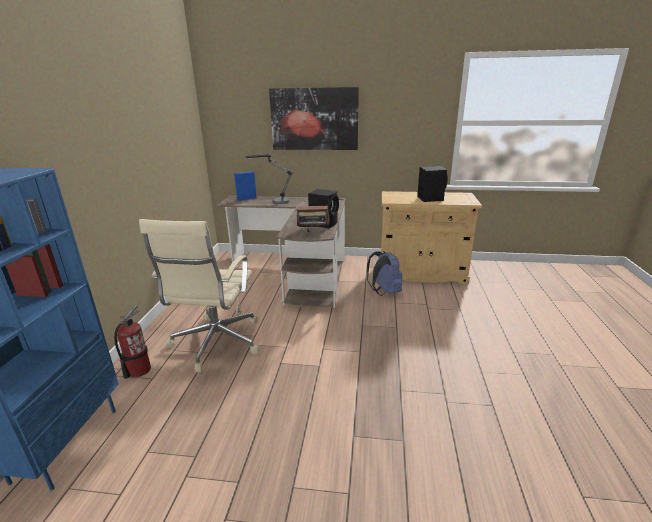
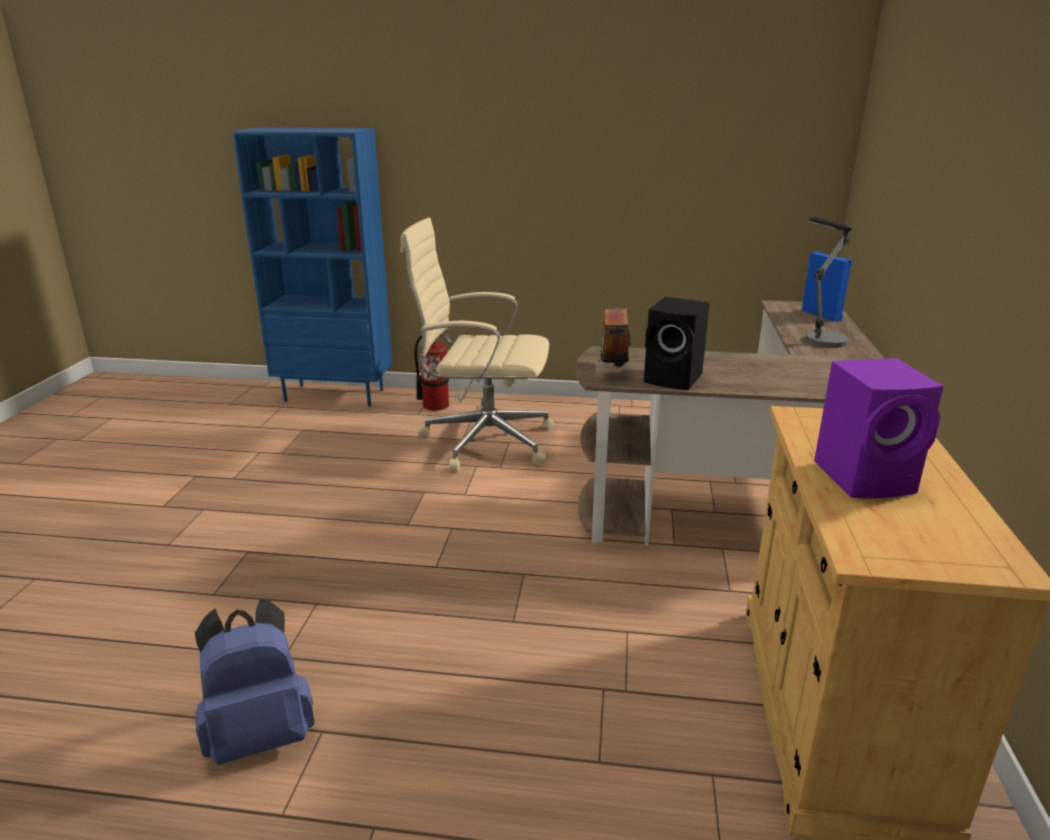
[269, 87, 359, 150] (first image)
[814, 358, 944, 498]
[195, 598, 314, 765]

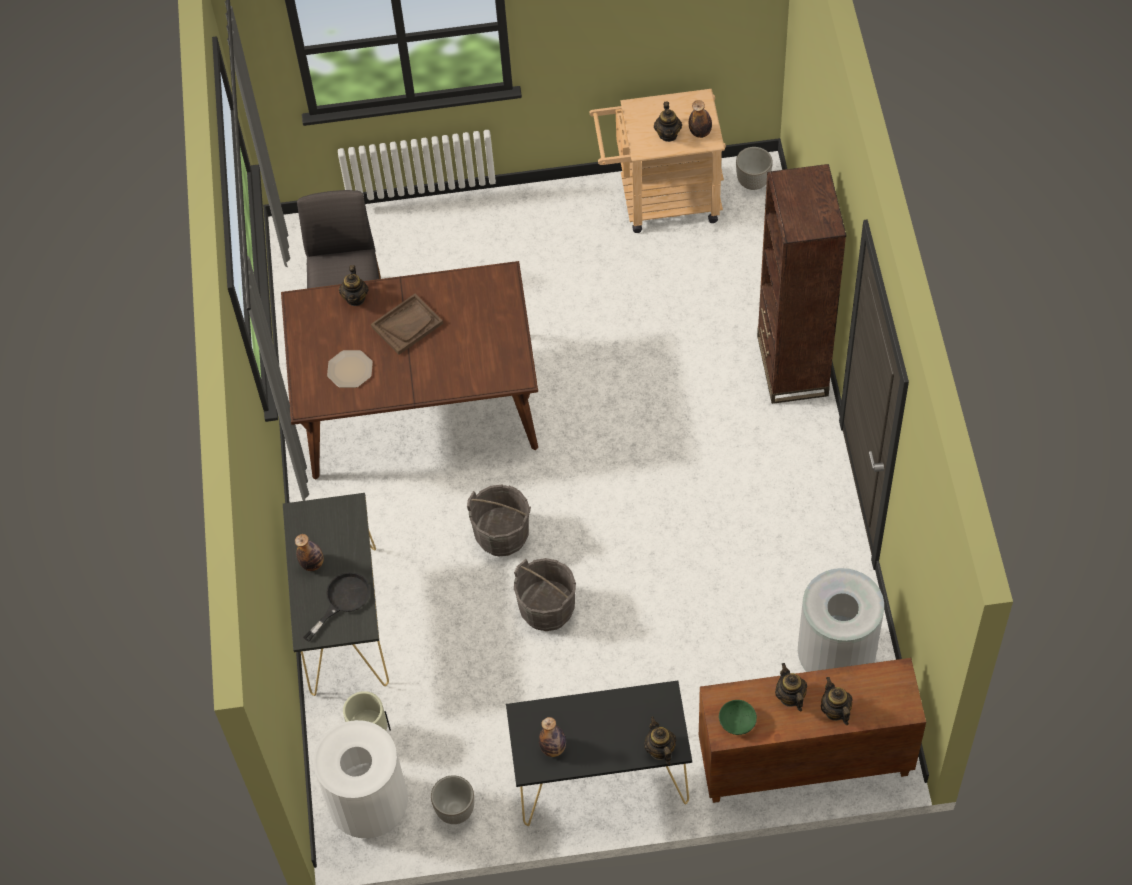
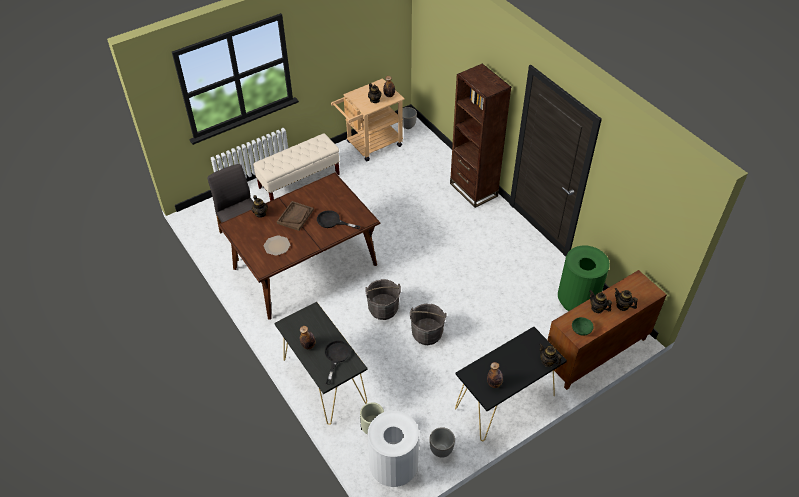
[558, 246, 610, 311]
[253, 133, 340, 201]
[317, 210, 360, 229]

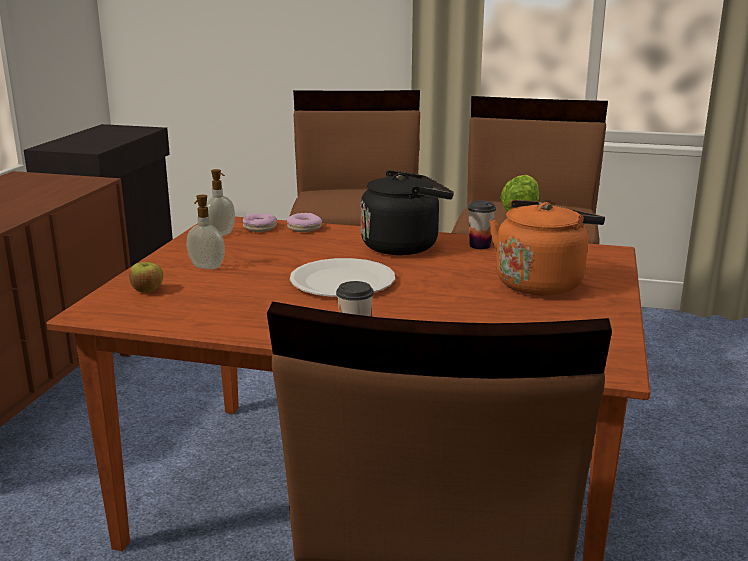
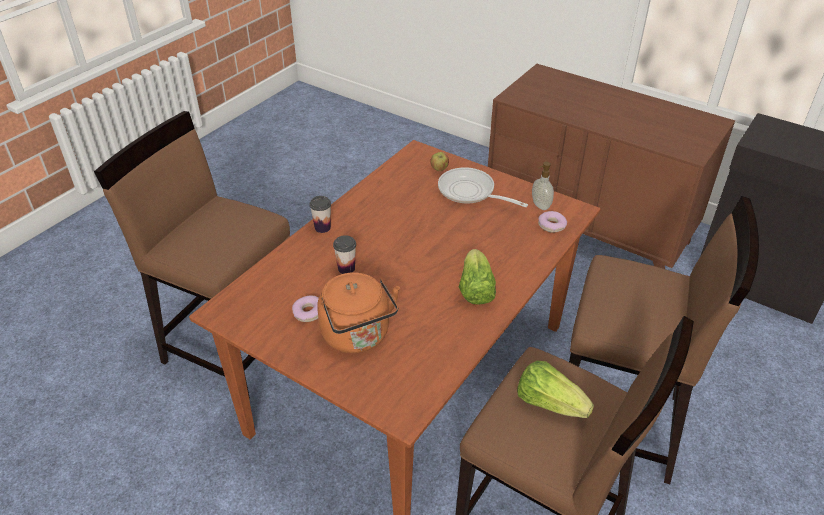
[459, 249, 496, 305]
[438, 167, 528, 207]
[333, 235, 356, 274]
[292, 296, 319, 322]
[290, 258, 395, 297] (first image)

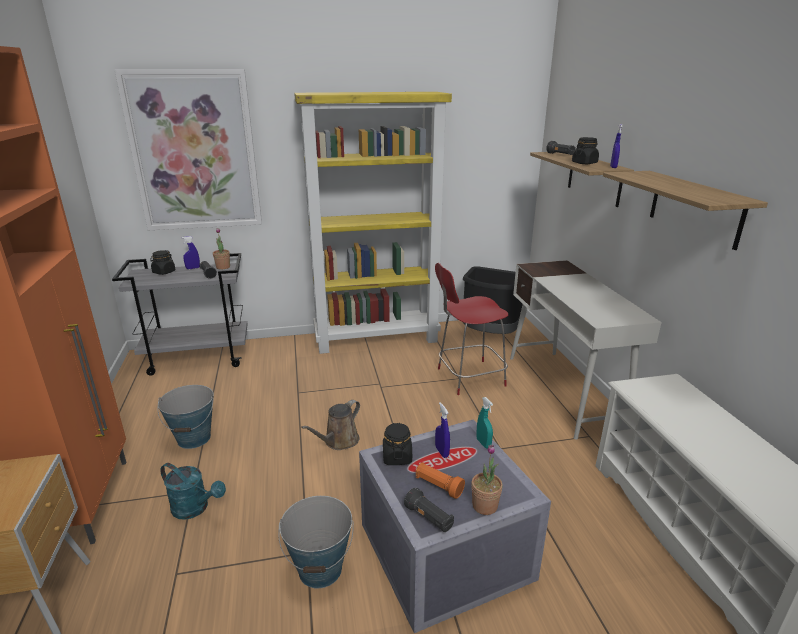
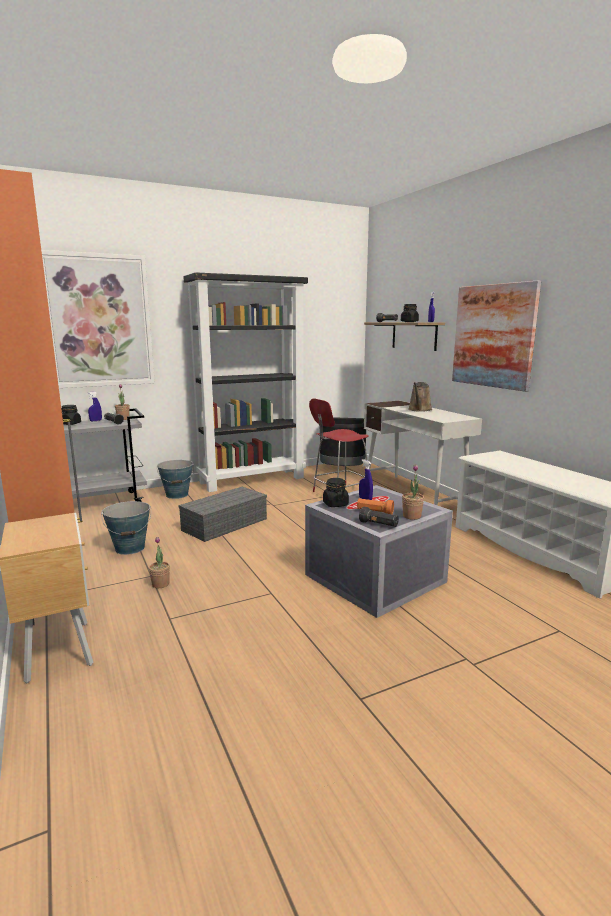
[183, 272, 308, 492]
[452, 281, 541, 392]
[476, 397, 493, 449] (first image)
[408, 382, 433, 412]
[149, 537, 170, 588]
[157, 460, 194, 499]
[179, 487, 267, 542]

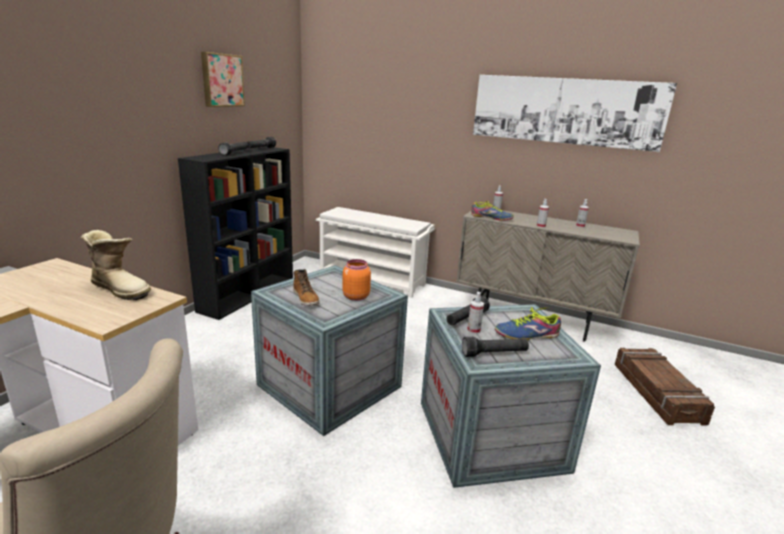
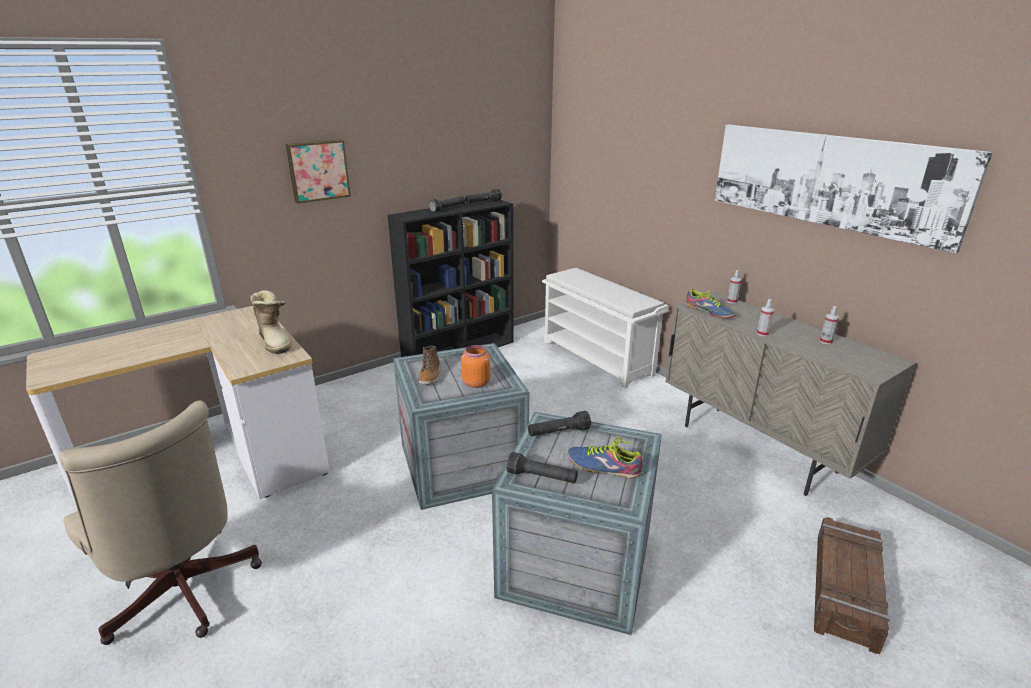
[286, 140, 351, 204]
[467, 292, 484, 334] (first image)

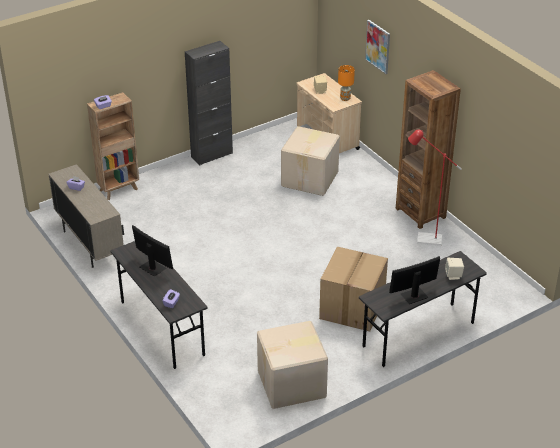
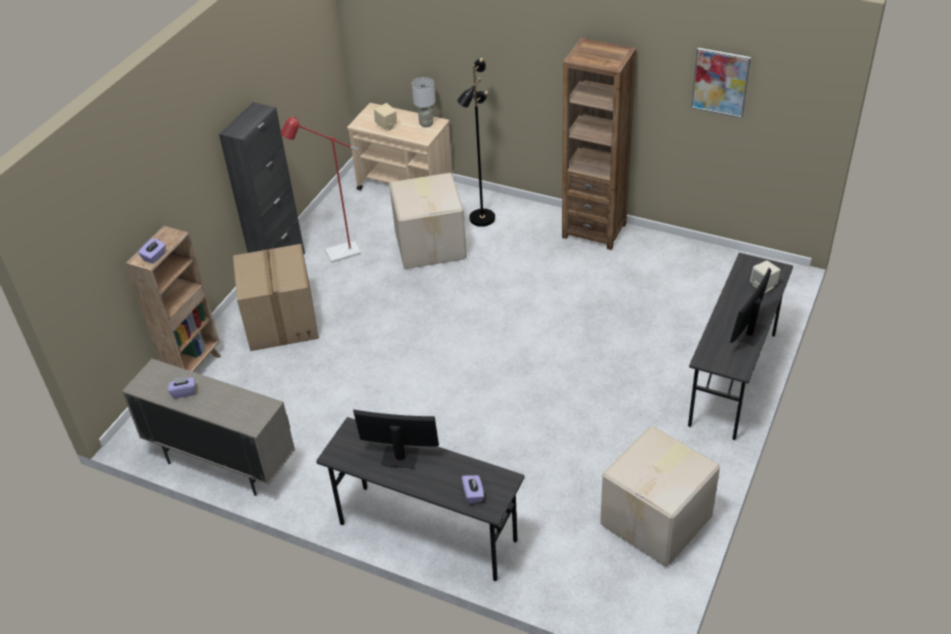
[691, 48, 751, 118]
[412, 77, 436, 127]
[281, 116, 361, 263]
[233, 244, 319, 351]
[457, 58, 495, 227]

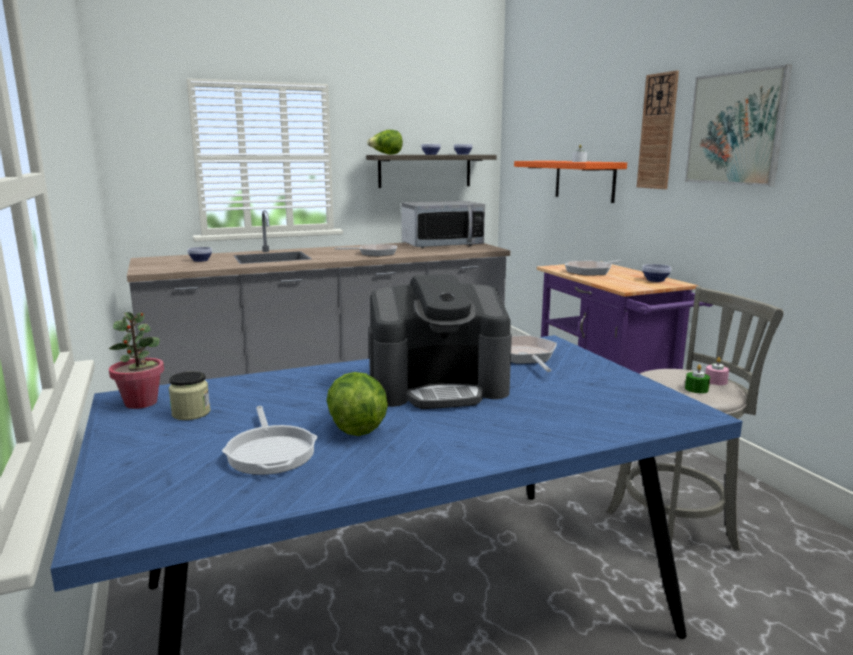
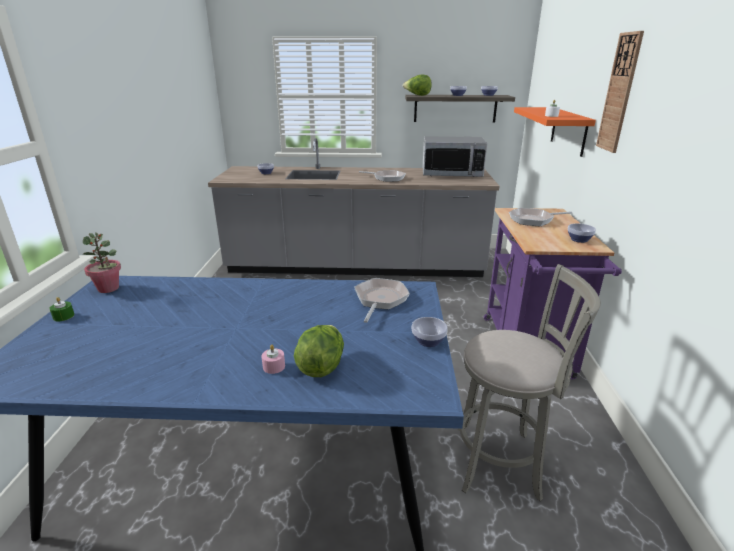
[685, 64, 792, 186] (first image)
[369, 274, 512, 409] (first image)
[261, 345, 285, 374]
[49, 297, 75, 321]
[169, 371, 210, 420] (first image)
[294, 325, 344, 377]
[222, 406, 317, 475] (first image)
[412, 317, 448, 347]

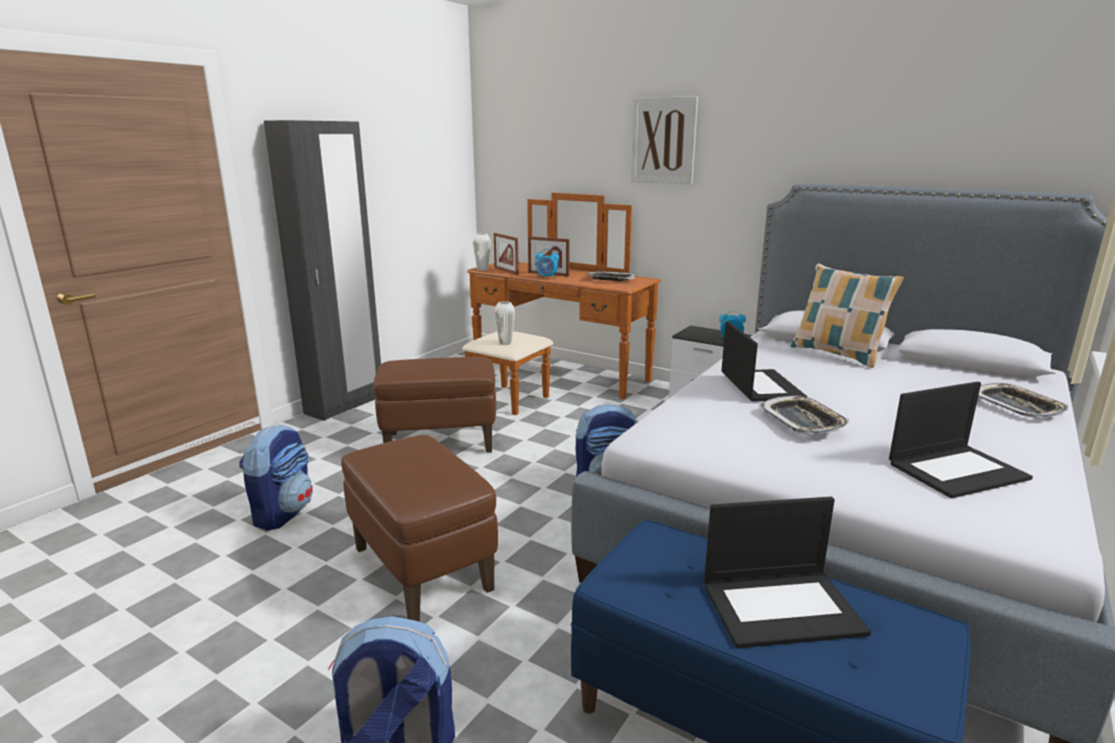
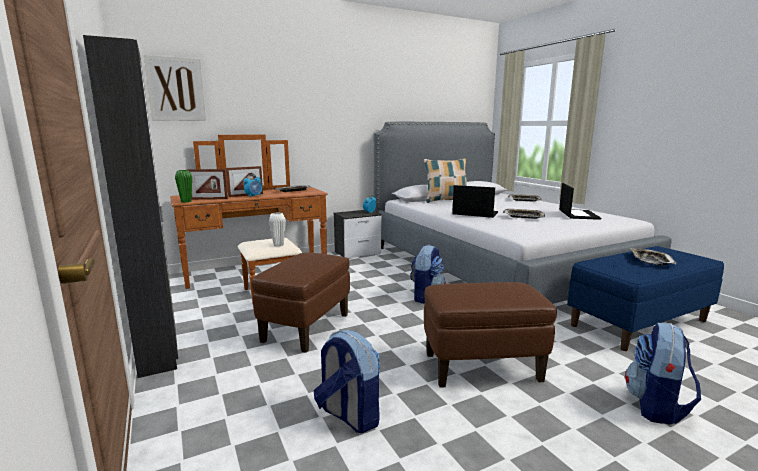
[144, 55, 206, 121]
[175, 170, 192, 203]
[630, 248, 676, 265]

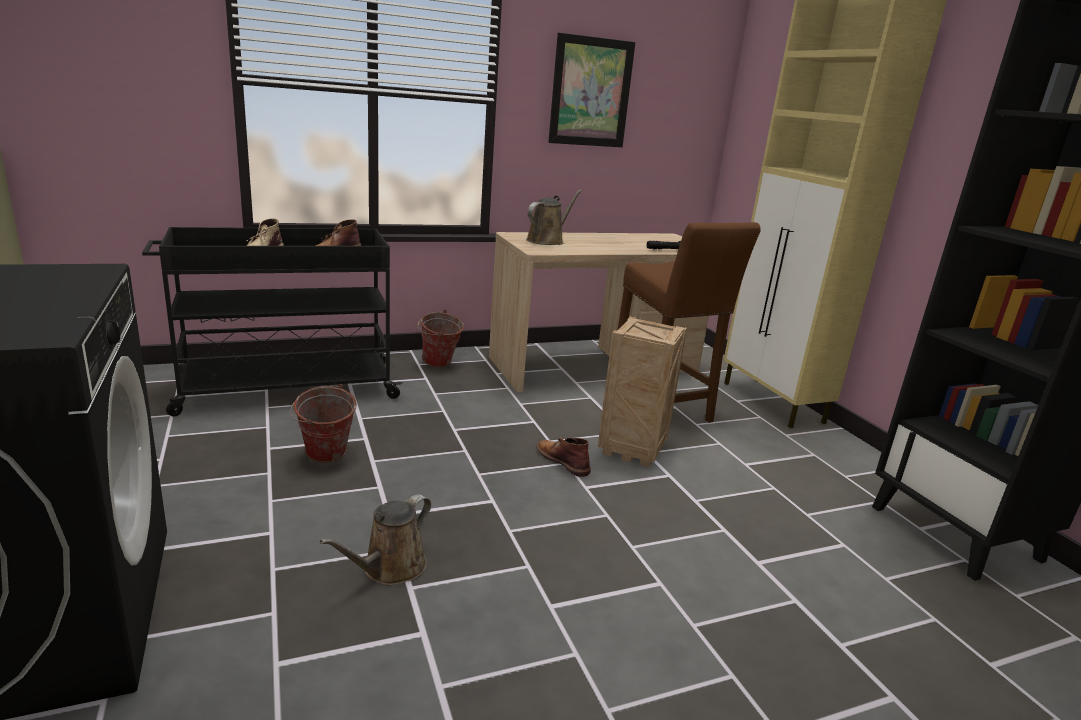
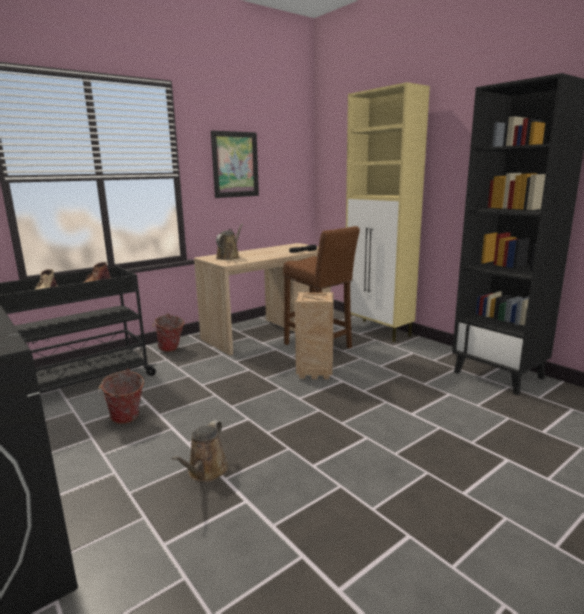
[537, 437, 591, 477] (first image)

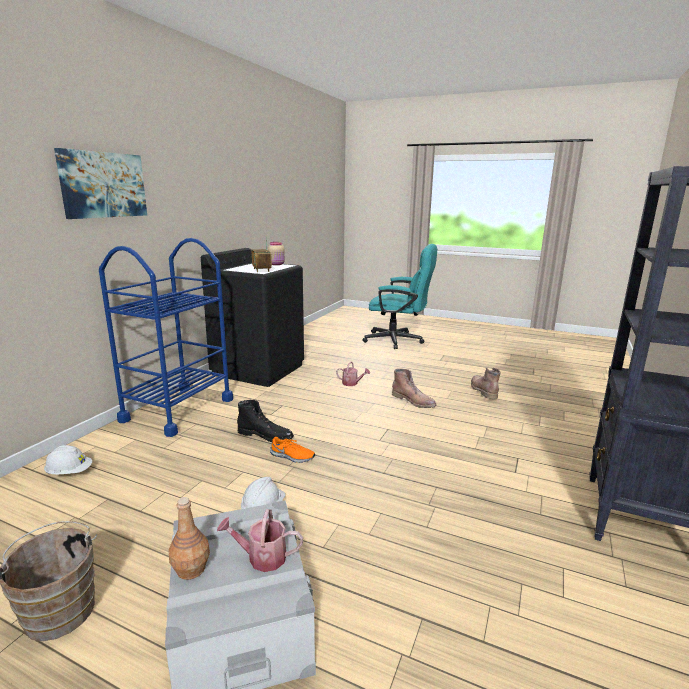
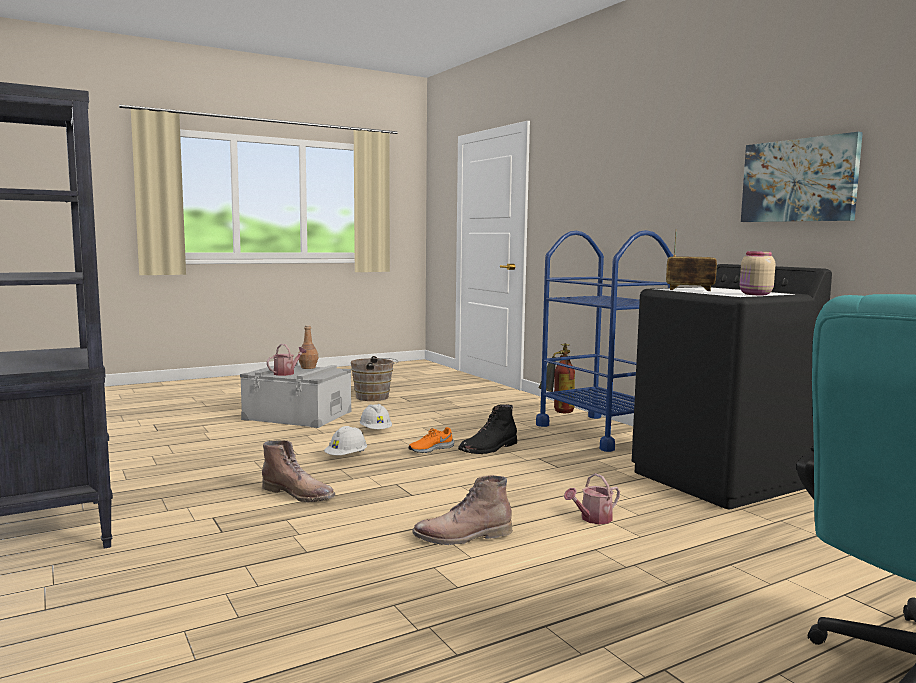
[741, 132, 863, 222]
[262, 440, 335, 503]
[324, 426, 367, 455]
[538, 343, 575, 413]

